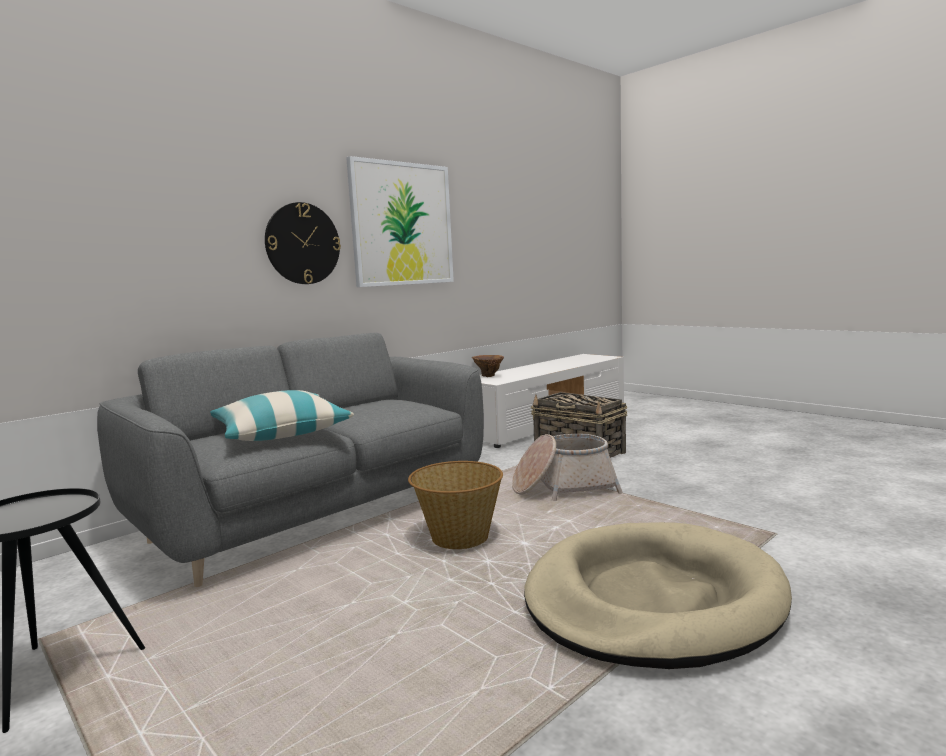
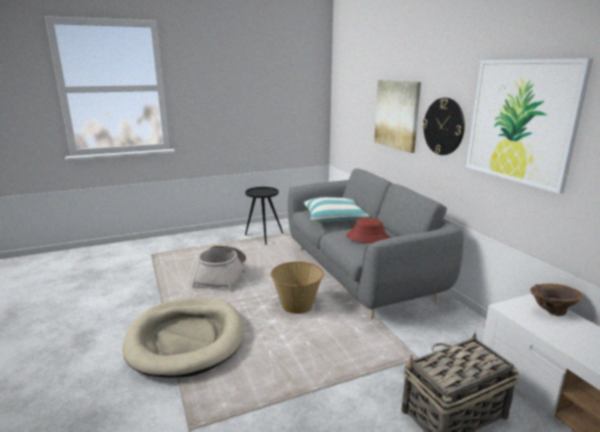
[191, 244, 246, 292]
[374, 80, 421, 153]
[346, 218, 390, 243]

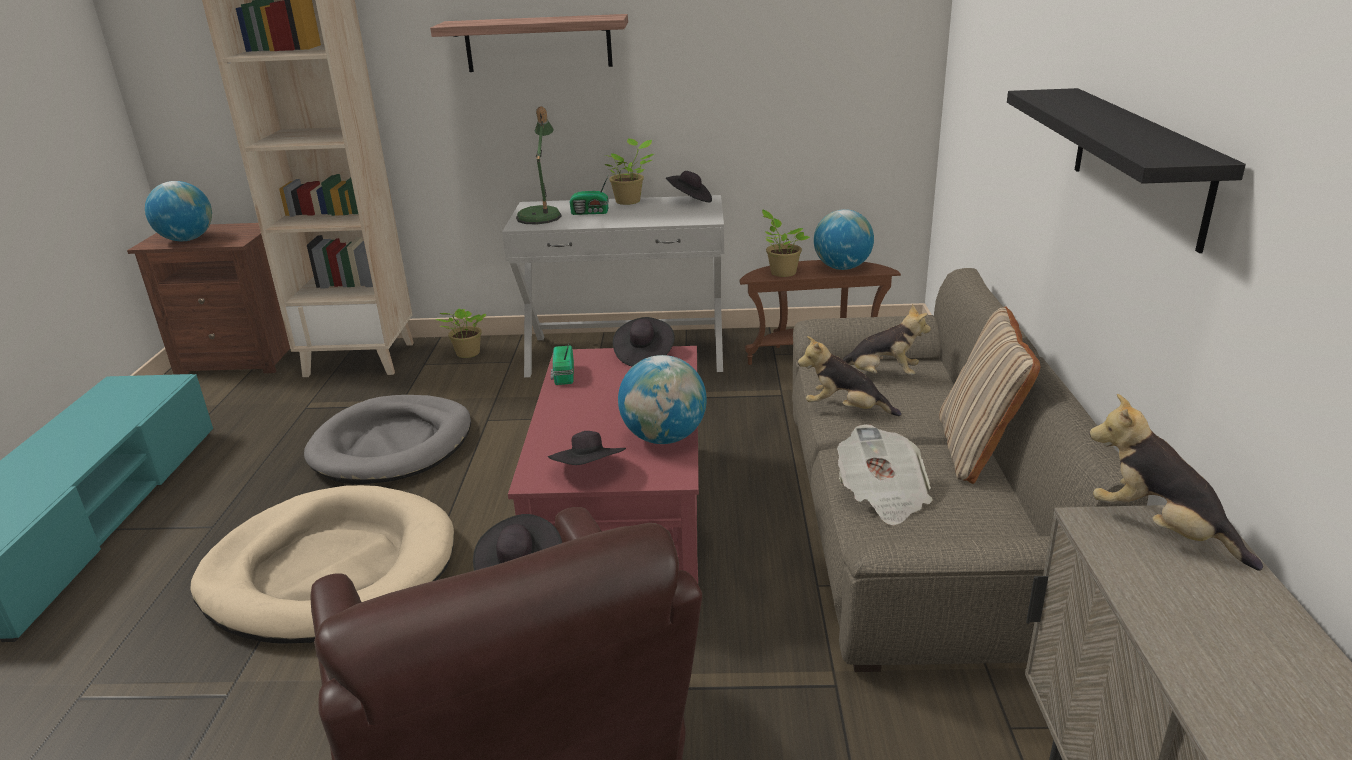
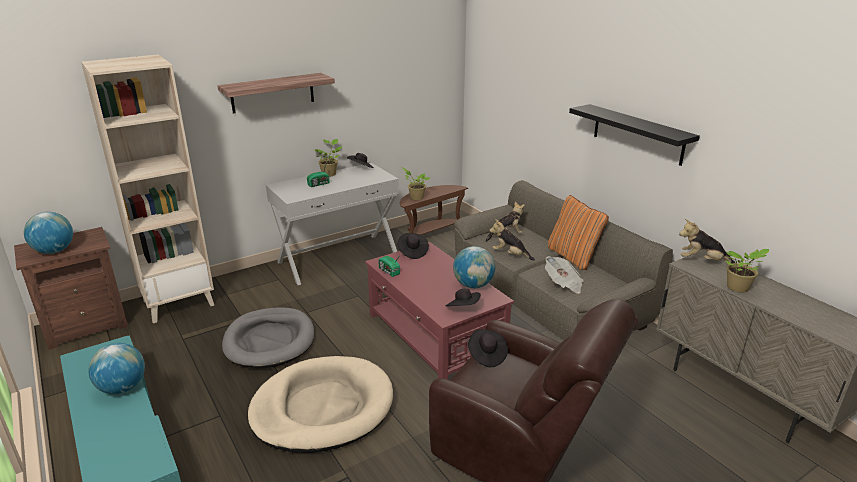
[516, 106, 562, 225] (first image)
[88, 343, 145, 394]
[548, 195, 609, 270]
[725, 249, 769, 292]
[489, 219, 535, 261]

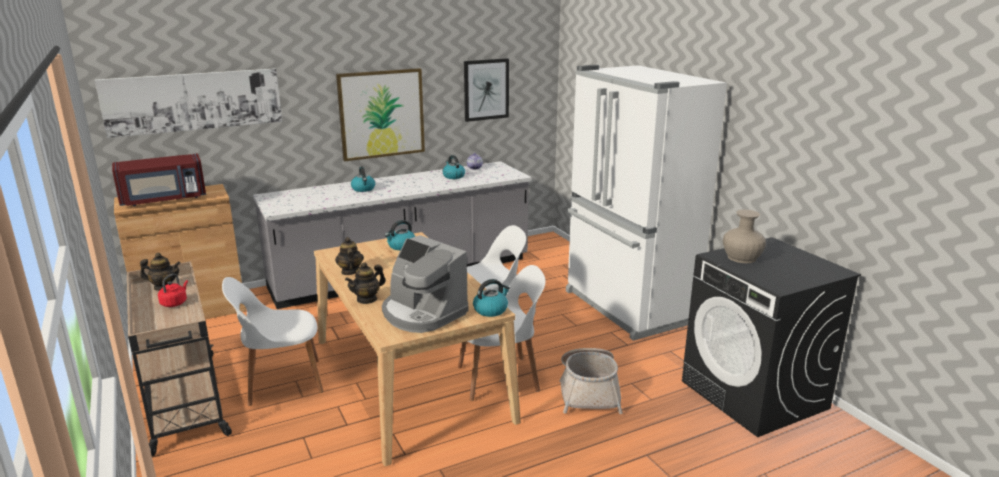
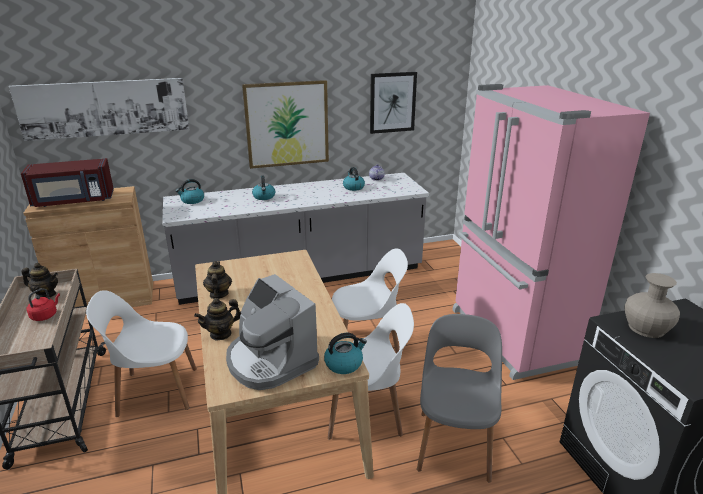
[453, 84, 650, 380]
[176, 179, 204, 204]
[417, 314, 502, 483]

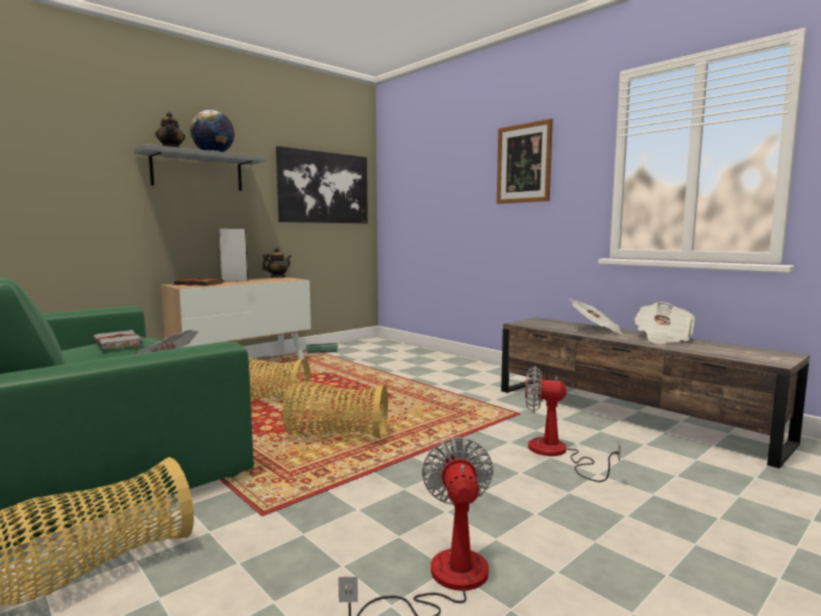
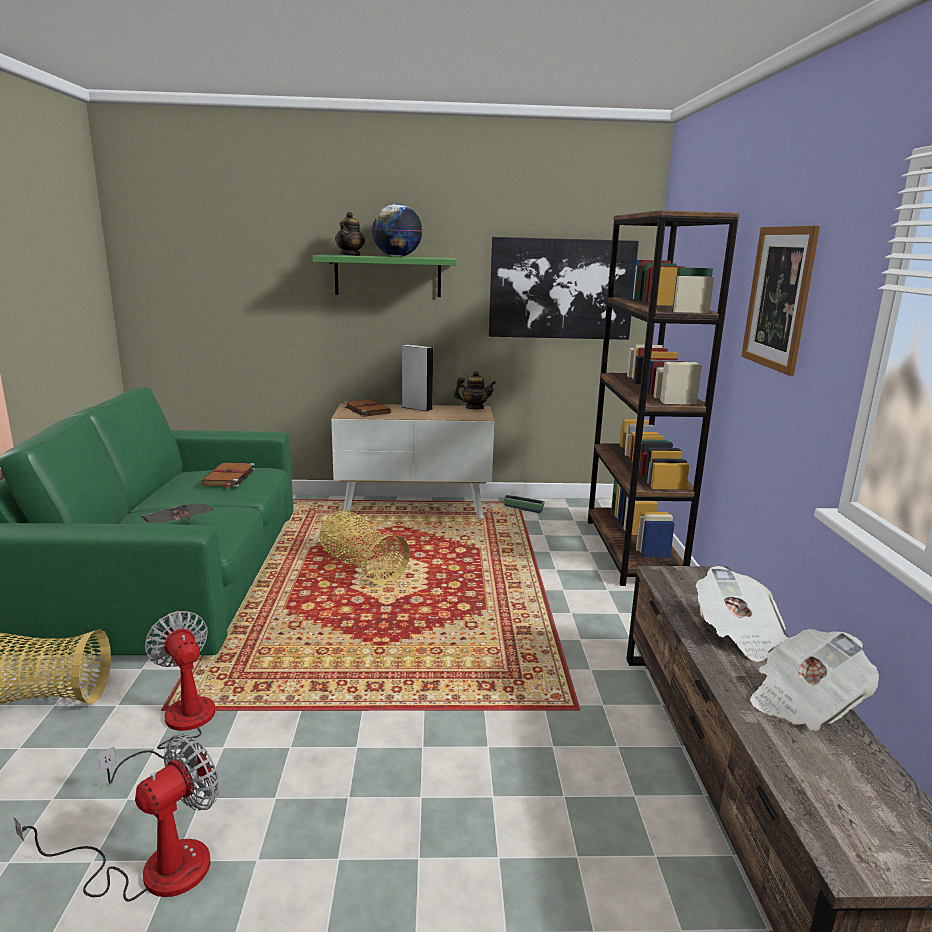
[312, 255, 457, 297]
[201, 462, 255, 488]
[98, 611, 215, 784]
[282, 382, 388, 440] (first image)
[588, 210, 740, 586]

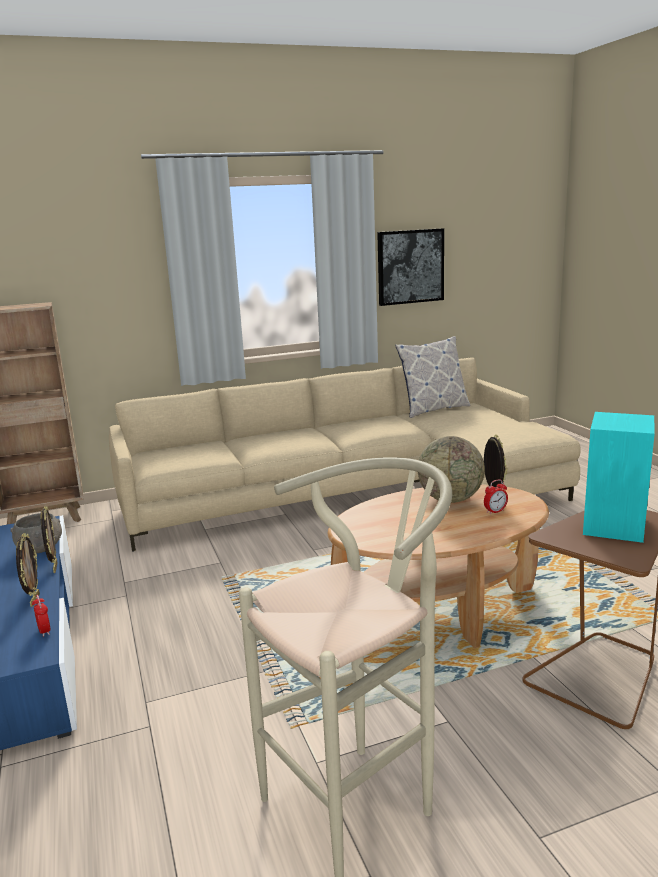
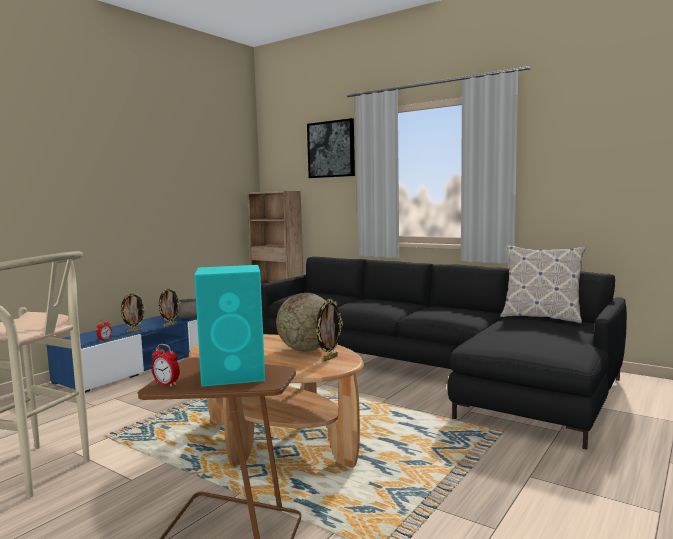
[307, 118, 355, 178]
[261, 257, 627, 450]
[151, 344, 180, 387]

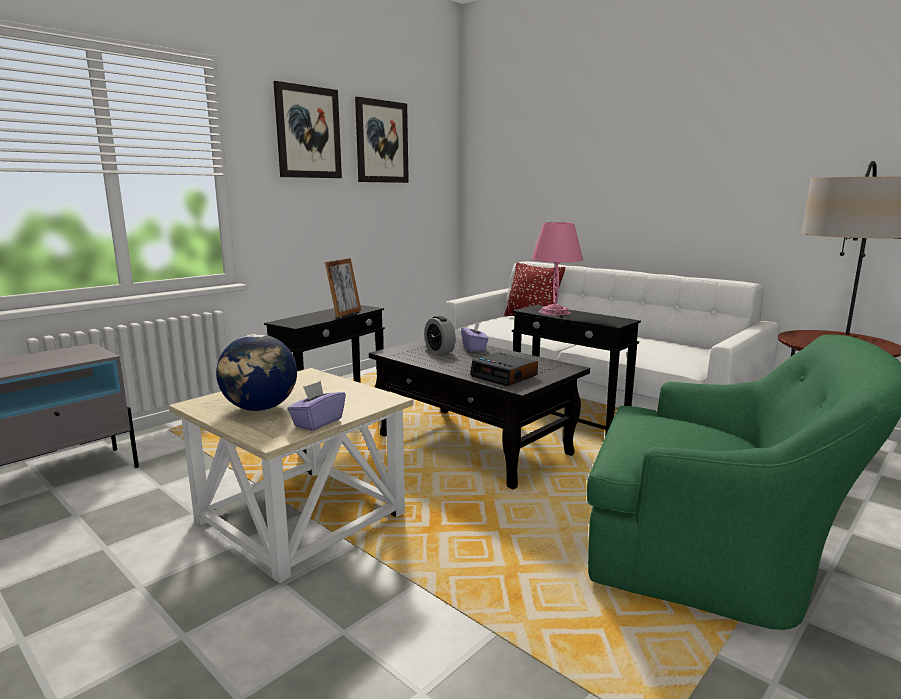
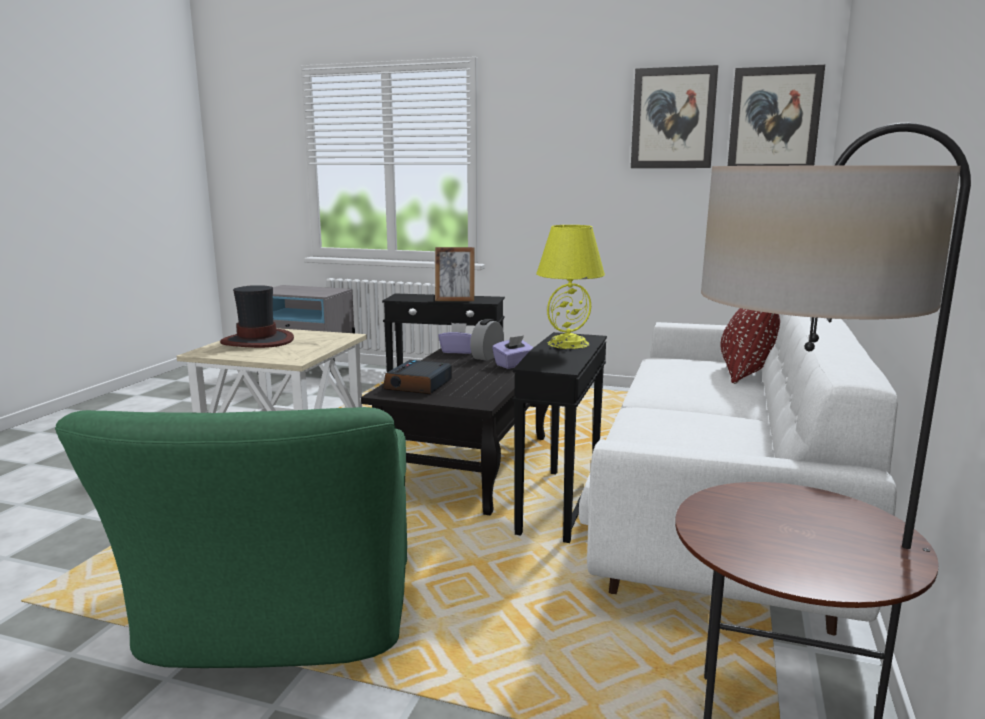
[728, 65, 825, 166]
[536, 225, 605, 349]
[220, 285, 294, 348]
[438, 323, 472, 354]

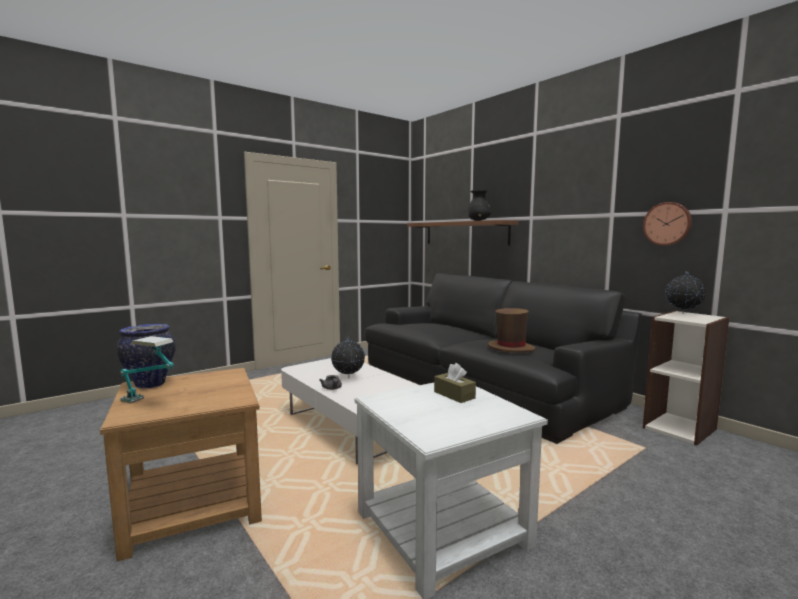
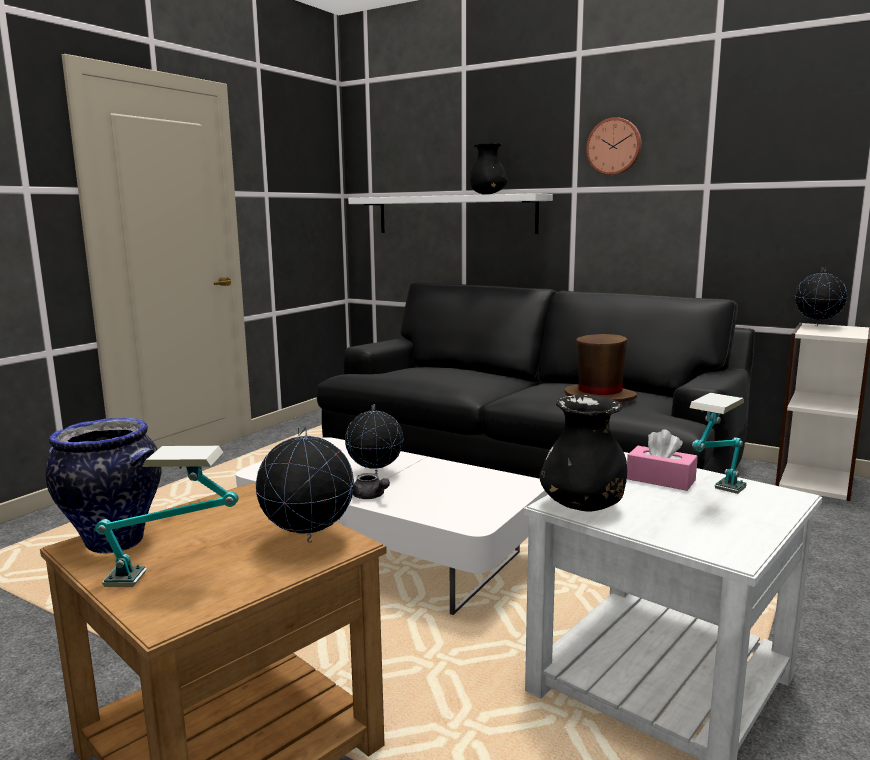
[586, 117, 642, 175]
[348, 193, 553, 234]
[627, 429, 698, 491]
[690, 393, 747, 494]
[540, 395, 627, 512]
[256, 427, 354, 543]

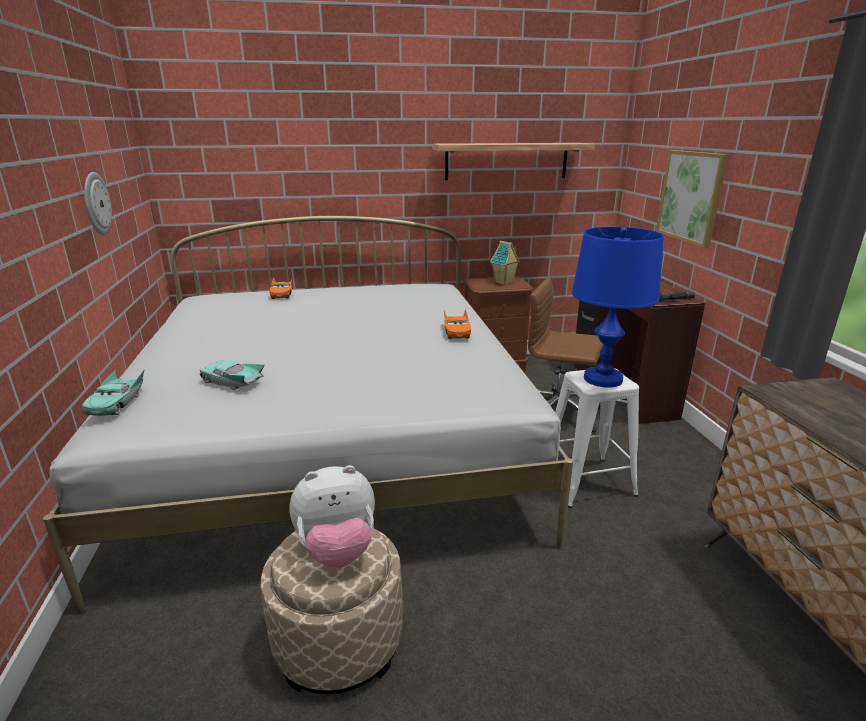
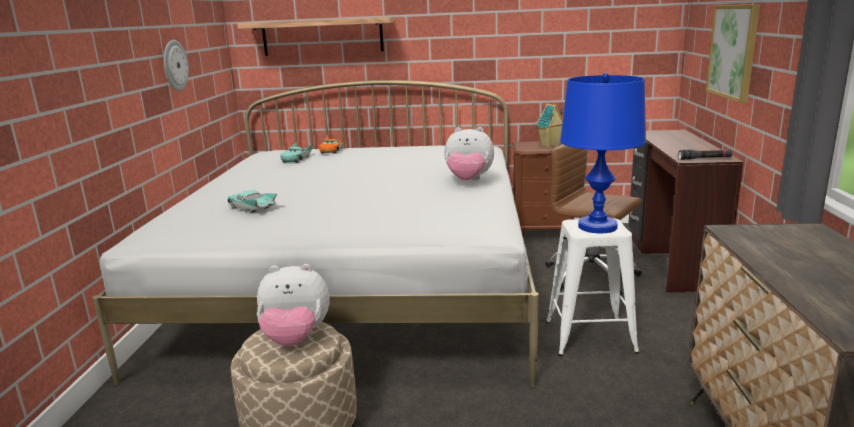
[237, 16, 394, 56]
[444, 127, 494, 180]
[281, 143, 313, 163]

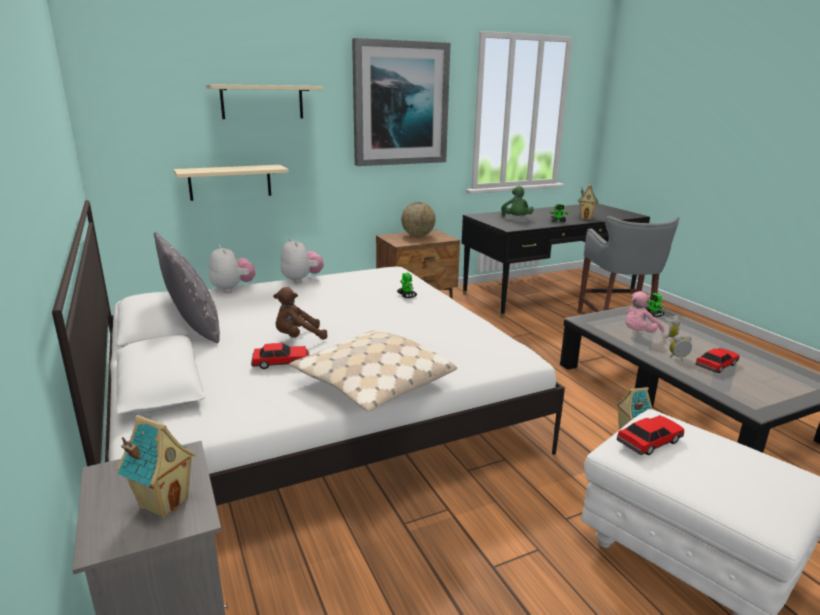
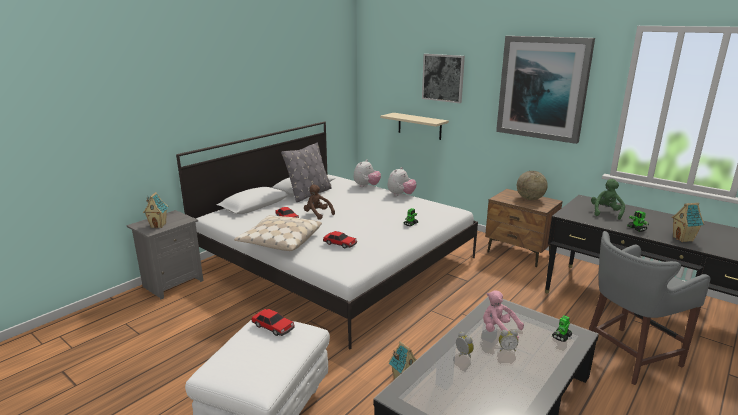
[422, 54, 465, 103]
[591, 179, 625, 220]
[323, 231, 357, 248]

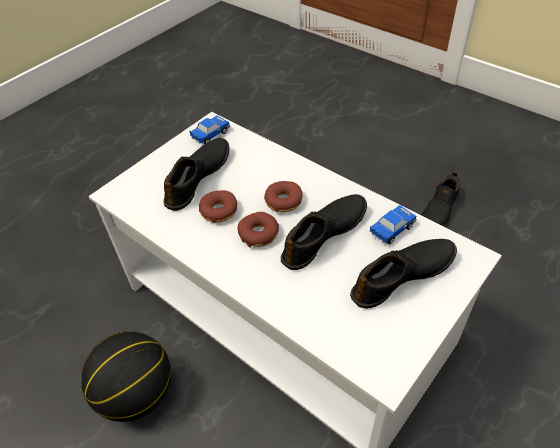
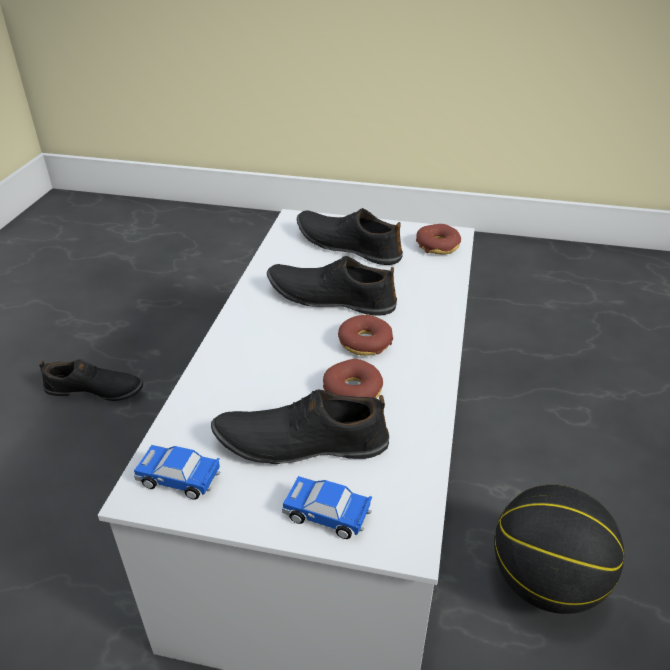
[416, 224, 461, 255]
[282, 476, 372, 539]

